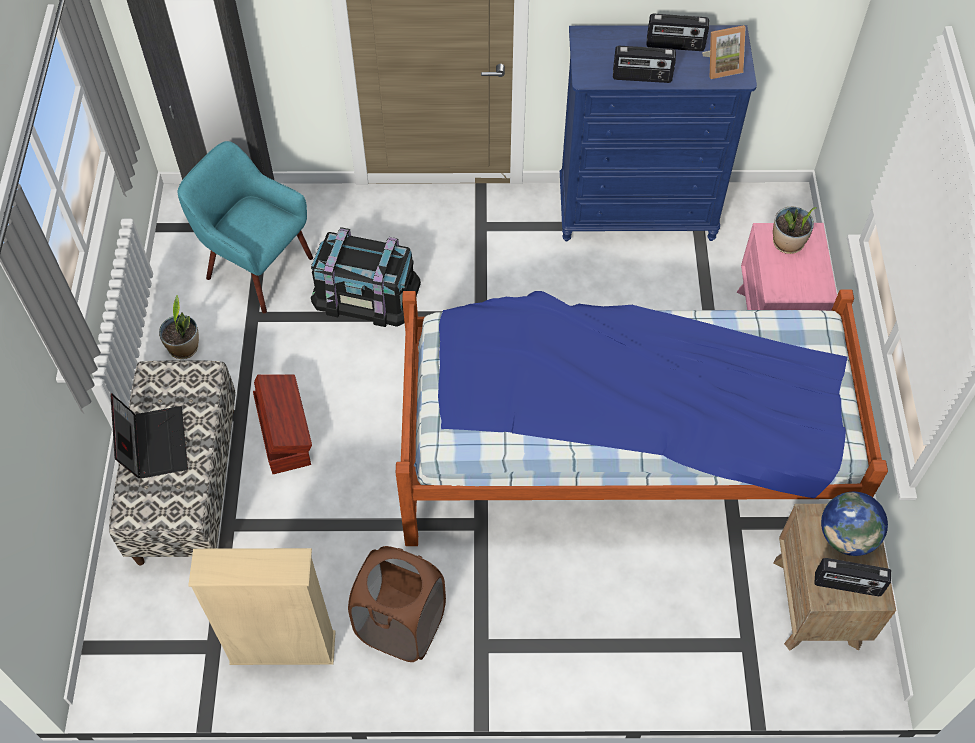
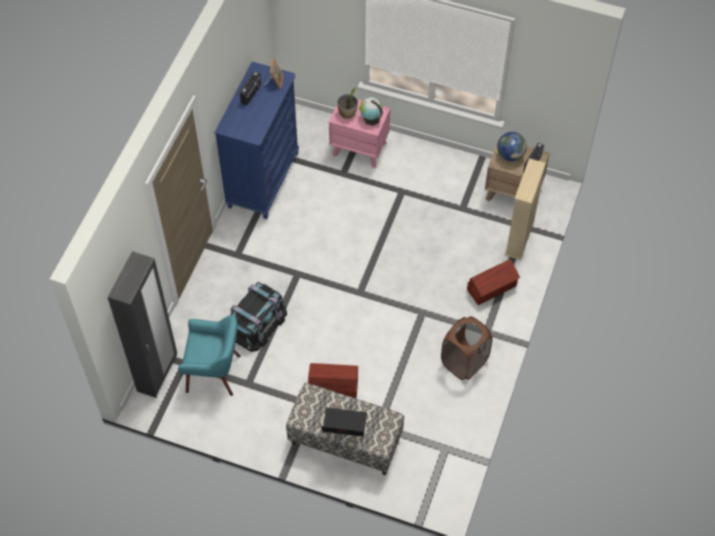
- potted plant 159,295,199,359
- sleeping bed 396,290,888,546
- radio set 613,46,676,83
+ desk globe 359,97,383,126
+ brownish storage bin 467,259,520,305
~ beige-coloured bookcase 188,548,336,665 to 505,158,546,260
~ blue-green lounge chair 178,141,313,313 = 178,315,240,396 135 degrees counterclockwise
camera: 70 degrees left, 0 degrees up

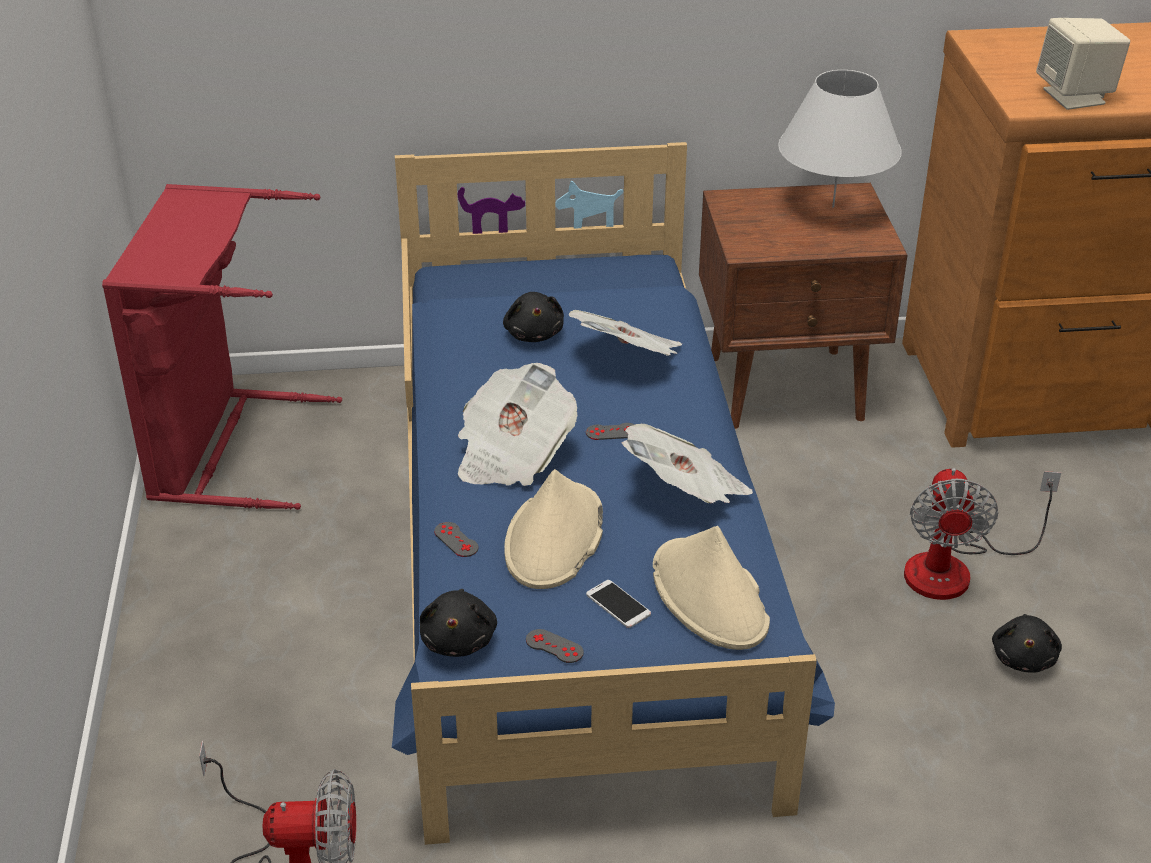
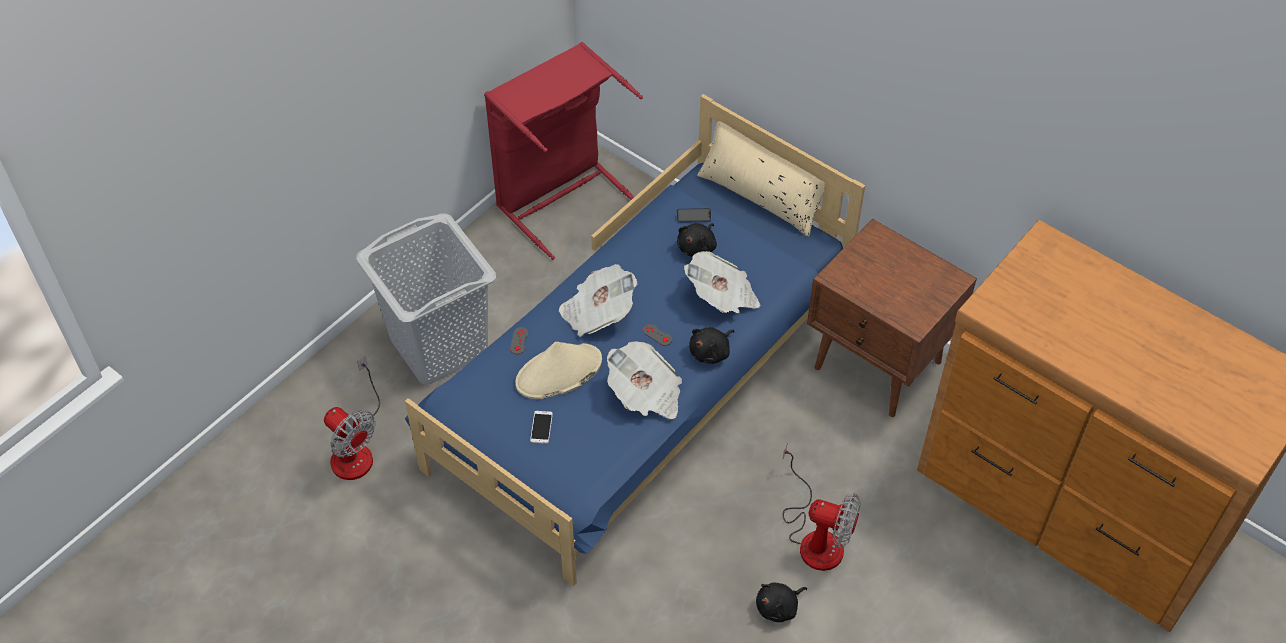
- greyish joypad 526,629,584,663
- beige-coloured hat 653,526,770,650
- whitish lamp for a table 778,70,902,208
- beige-coloured loudspeaker 1036,18,1130,110
+ greyish laundry basket 356,213,496,385
+ handset 677,208,711,223
+ beige-coloured cushion 697,121,825,237
~ blackish soft toy 420,589,497,657 to 689,327,735,364
~ fan 904,468,1061,600 = 782,443,861,571 120 degrees counterclockwise
camera: 45 degrees right, 15 degrees up

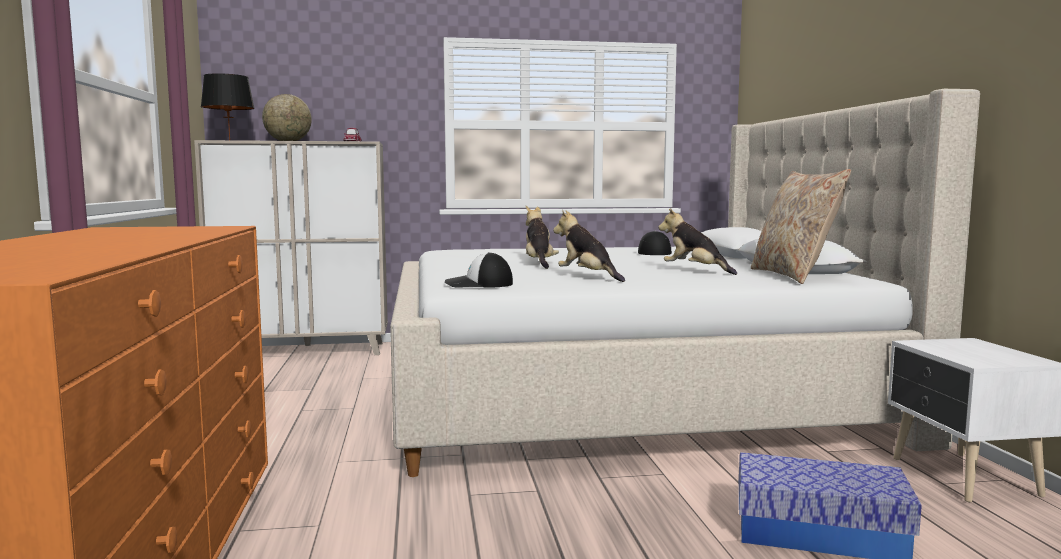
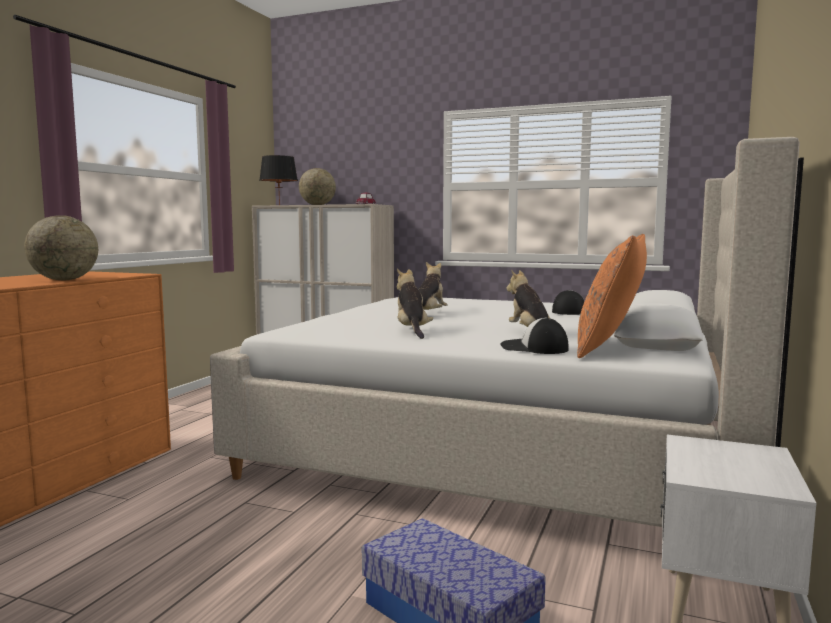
+ desk globe 24,215,98,280
~ cap 445,252,513,288 to 500,317,568,354
~ beige-coloured cushion 751,169,851,284 to orange cushion 577,234,647,358
camera: 30 degrees right, 0 degrees up

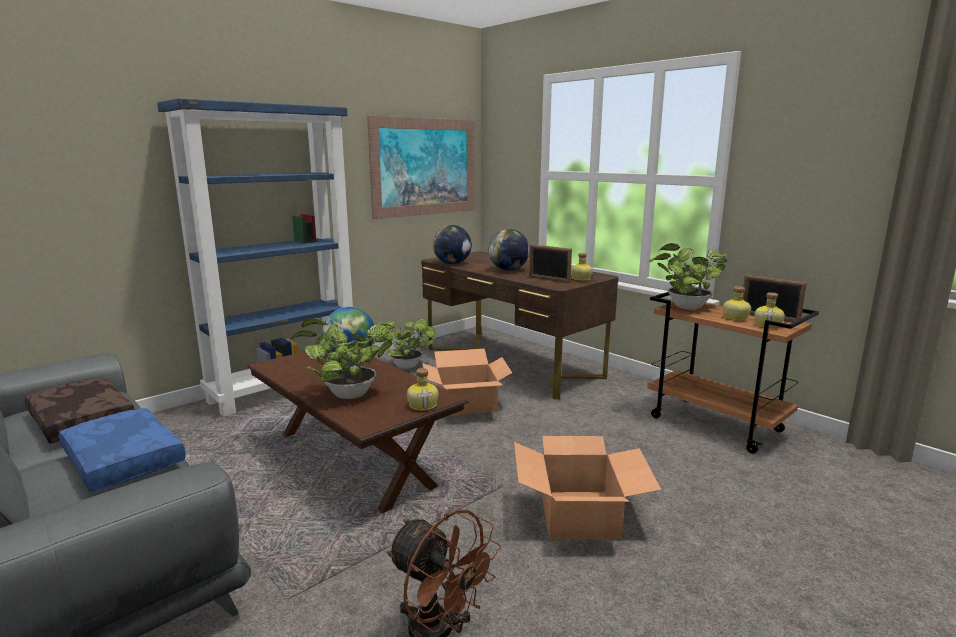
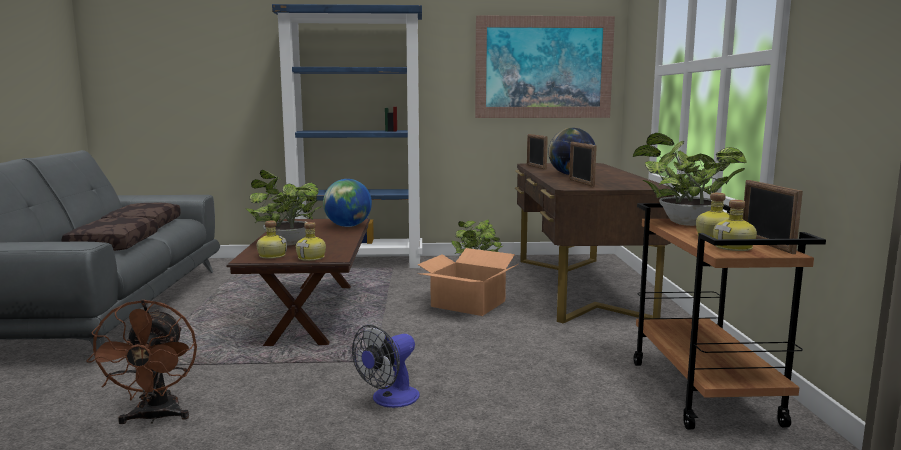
~ beverage bottle 571,253,593,281 to 257,221,287,259
~ desk globe 433,225,472,264 to photo frame 527,134,548,170
~ carton 514,436,661,539 to fan 352,325,420,408
~ bluish cushion 59,408,186,492 to brownish cushion 61,217,158,251
camera: 40 degrees right, 5 degrees down

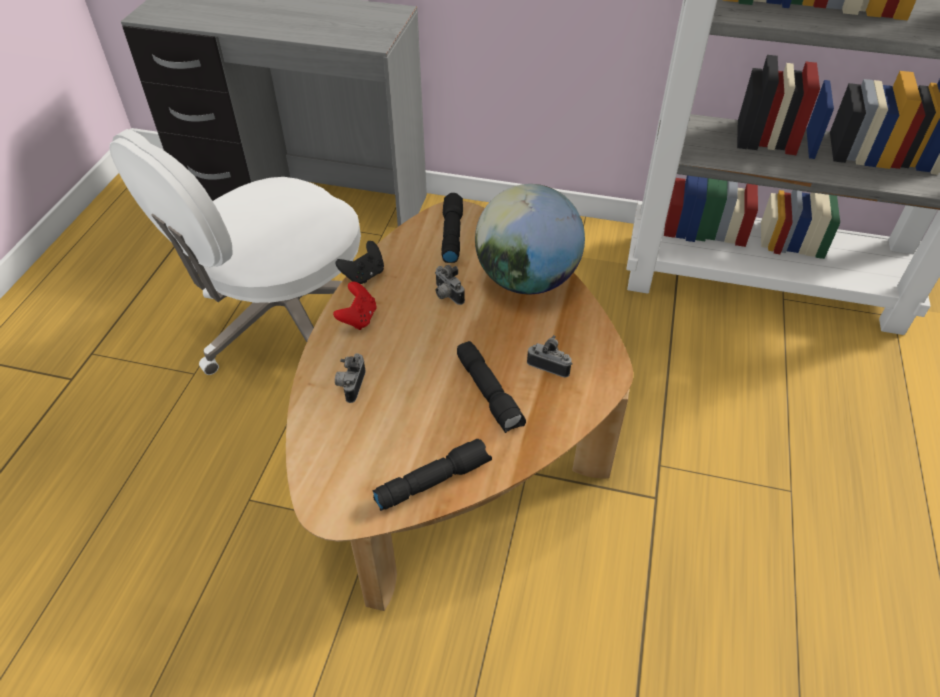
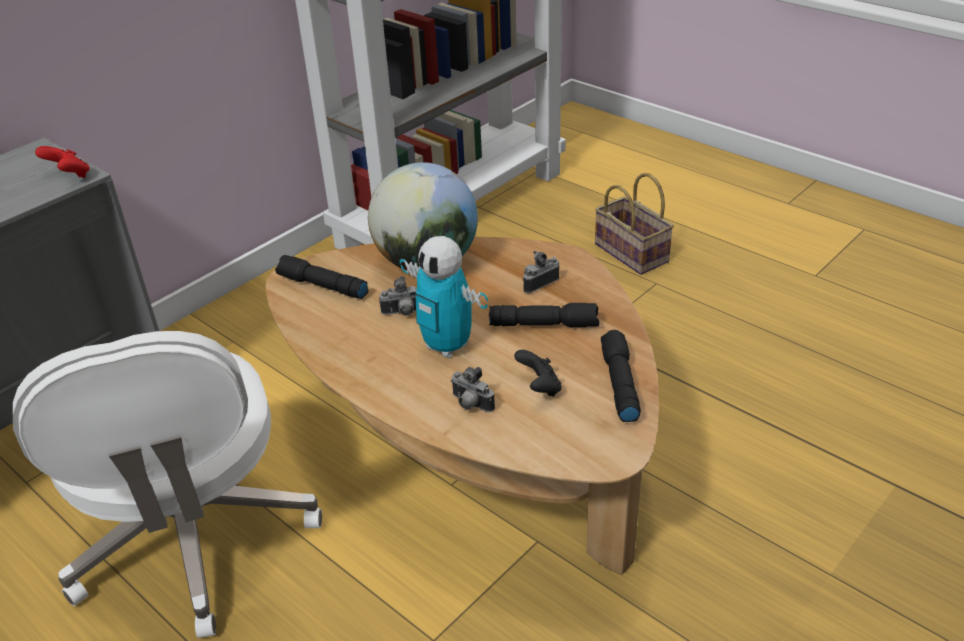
+ model robot 400,236,488,358
+ household basket 595,173,674,275
~ red-coloured joypad 333,281,376,330 to 35,146,90,178
~ blackish joypad 335,241,384,284 to 514,350,562,397
camera: 60 degrees left, 10 degrees down

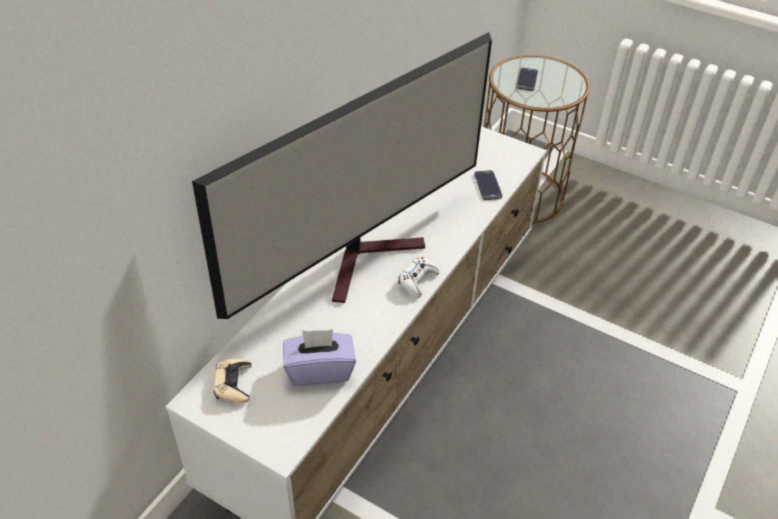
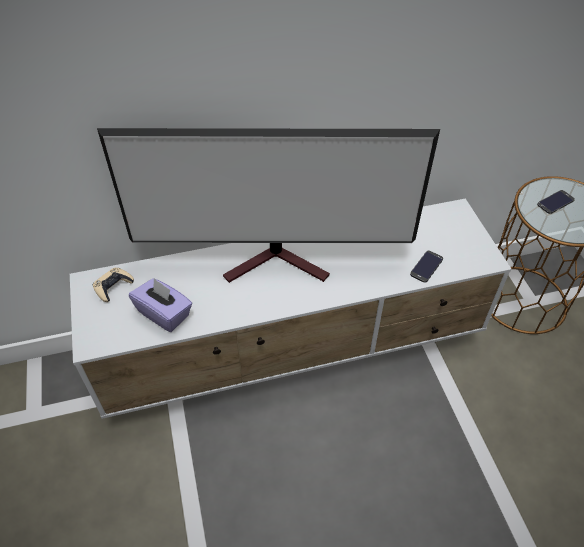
- whitish joypad 398,257,439,298
camera: 45 degrees right, 5 degrees up

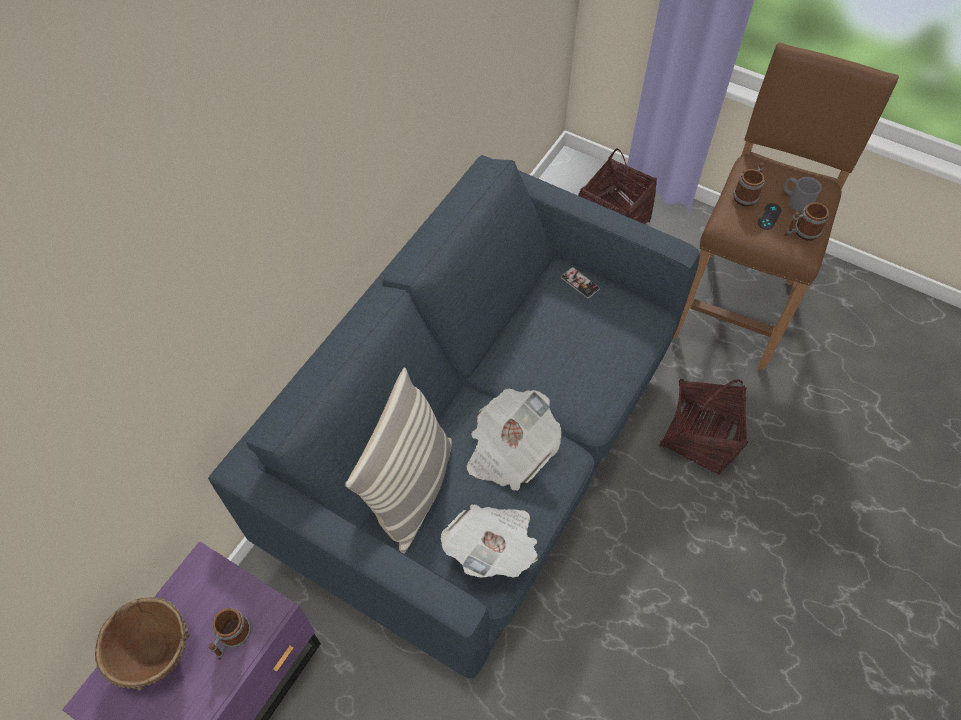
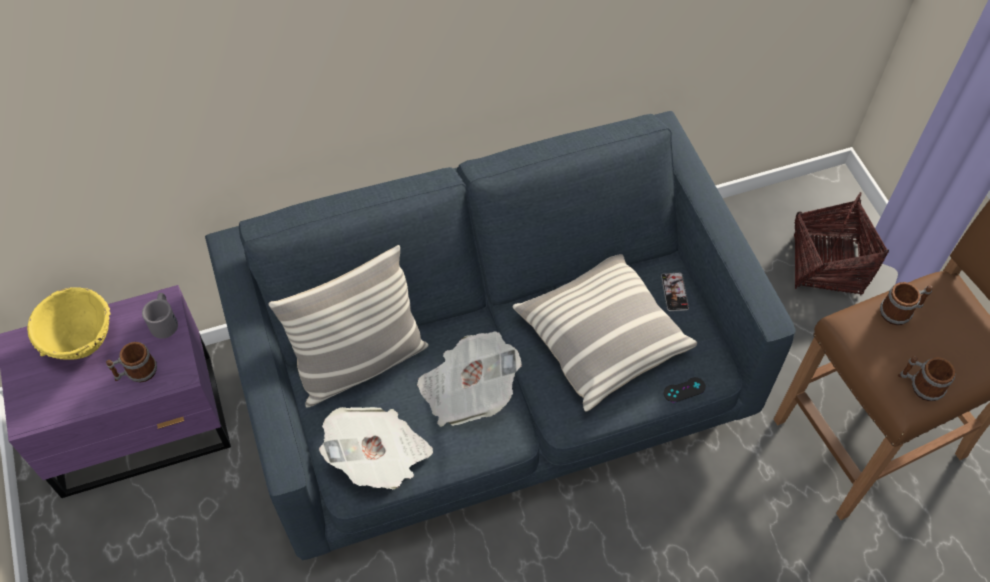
- household basket 659,379,748,475
+ cushion 513,254,697,412
~ blackish joypad 758,203,782,230 to 664,377,706,402
~ greyish tea mug 784,177,822,213 to 142,293,178,339
~ brownish deep dish 95,597,189,691 to yellowish deep dish 27,287,110,360
camera: 40 degrees right, 0 degrees up

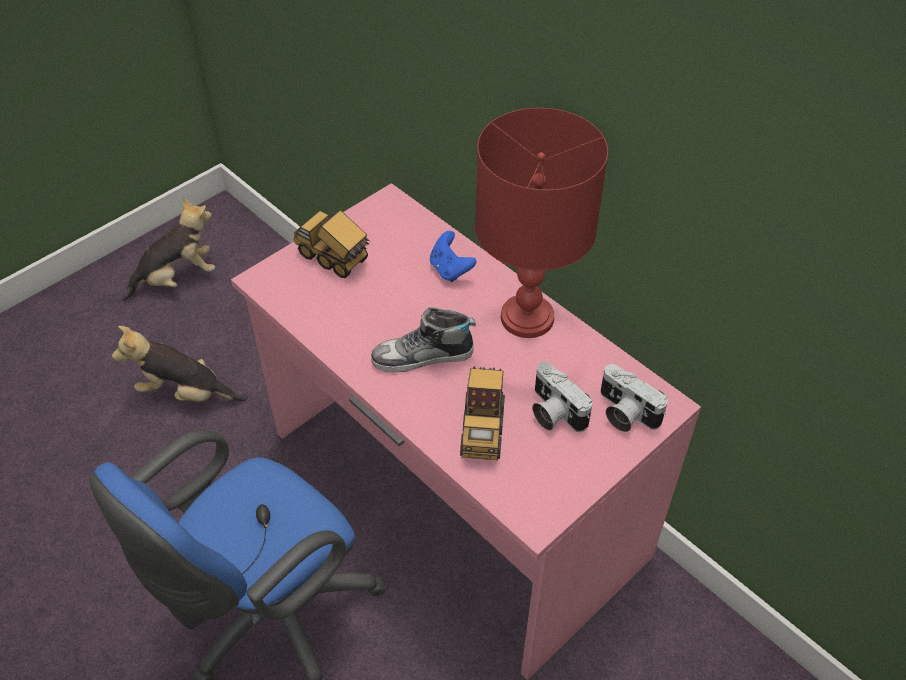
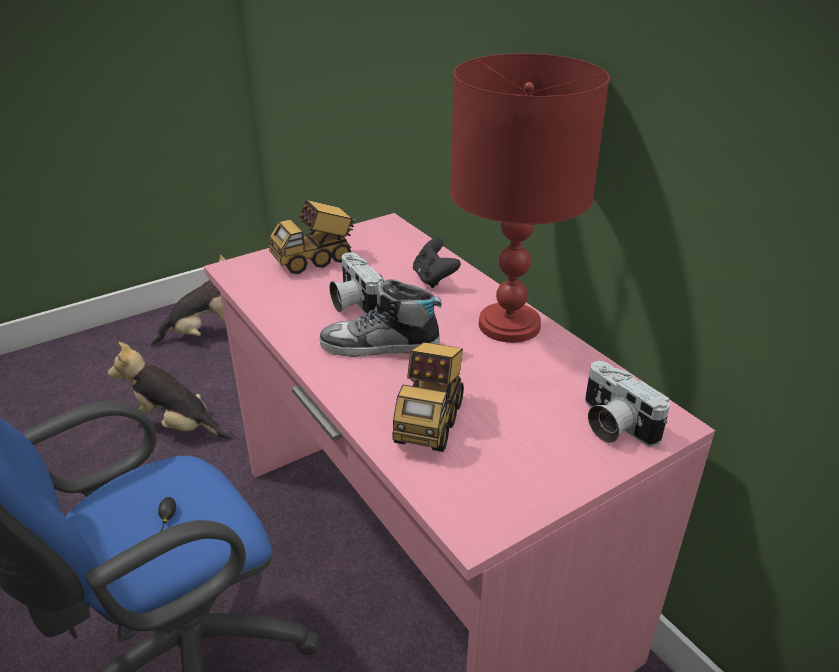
~ photo camera 532,362,592,432 to 330,252,384,314
~ bluish joypad 430,231,476,282 to blackish joypad 413,238,461,288
~ model truck 294,209,370,278 = 269,199,356,274 75 degrees counterclockwise
camera: 10 degrees right, 15 degrees down

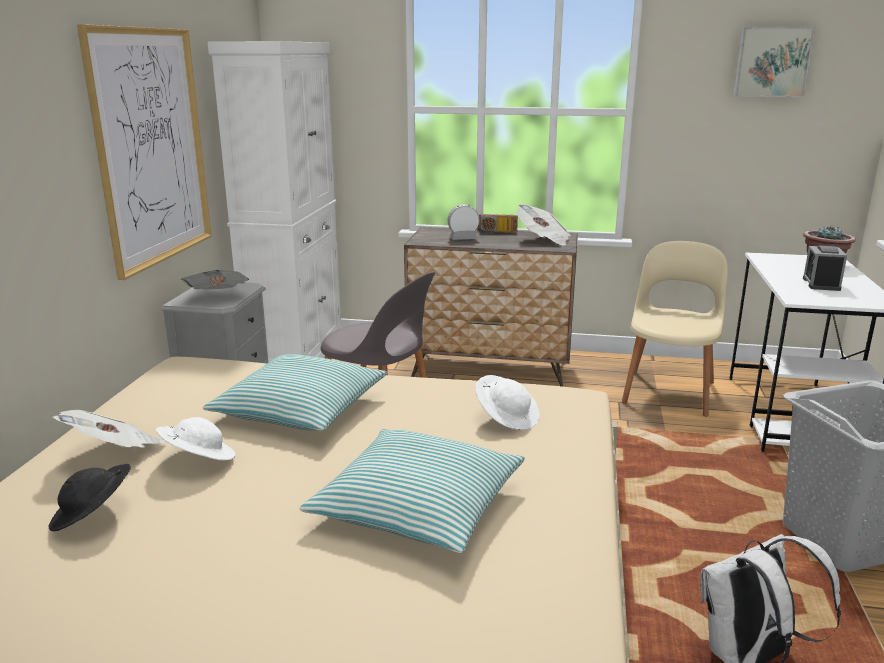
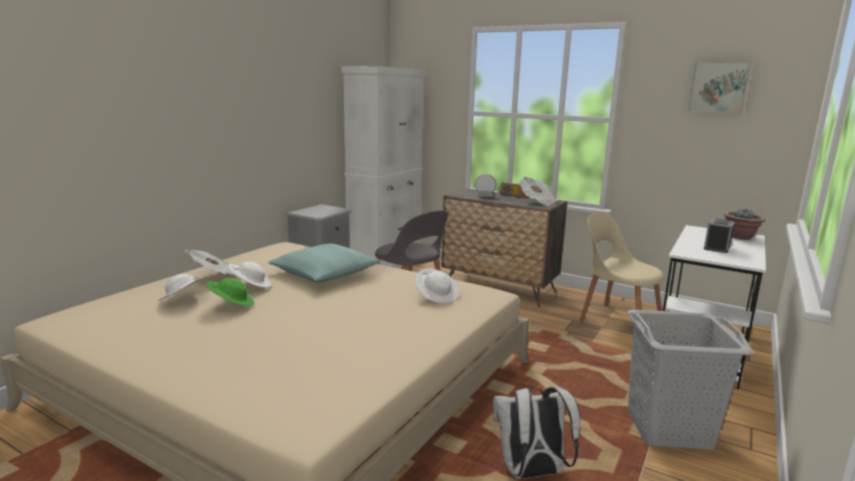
- picture 77,24,212,280
- newspaper 180,270,249,289
- cushion 299,429,525,553
+ green hat 207,278,254,306
~ blackish hat 48,464,131,531 to whitish hat 158,274,205,301
~ beige-coloured upright chair 622,241,728,417 = 580,212,664,322 90 degrees counterclockwise
camera: 20 degrees right, 5 degrees down

